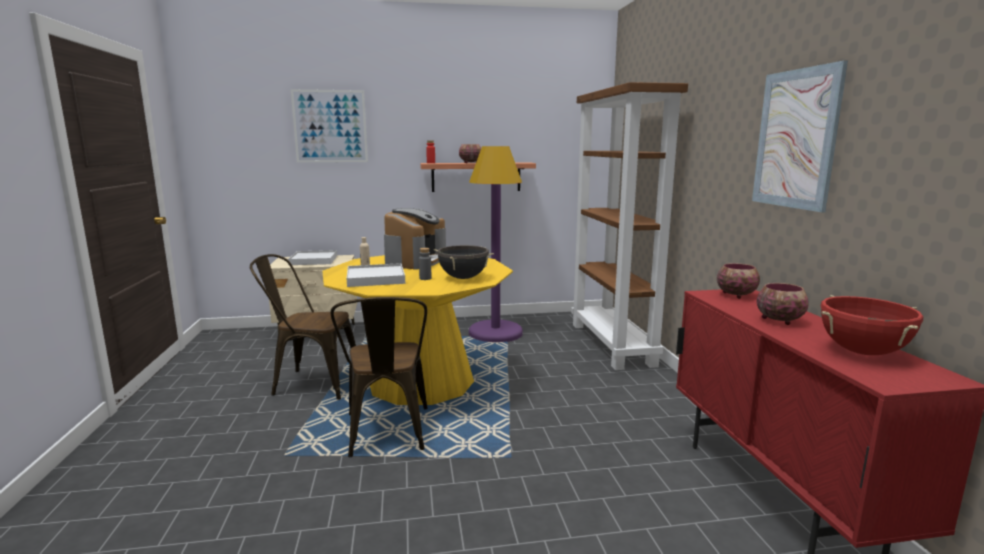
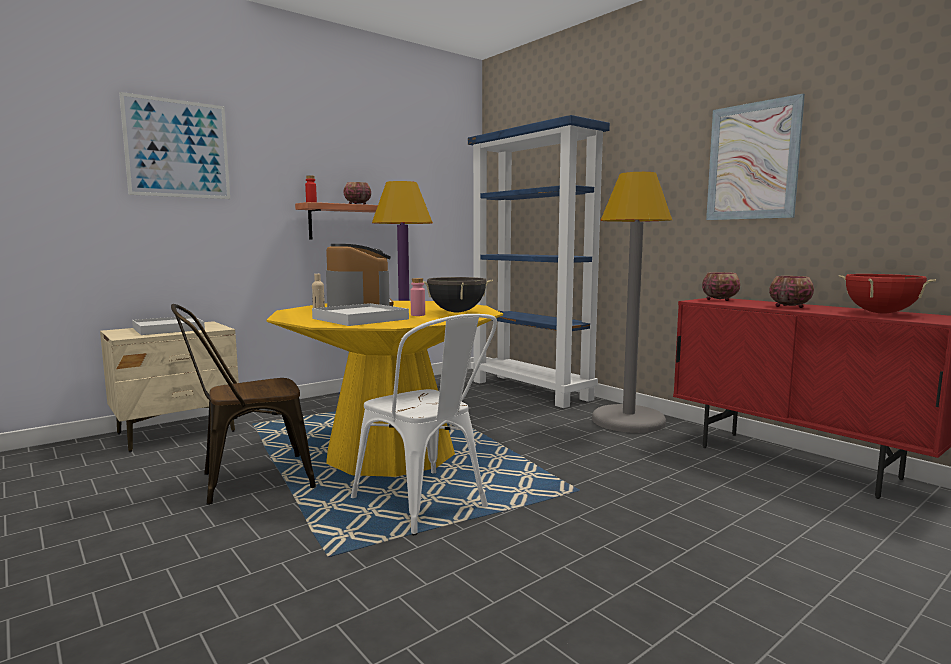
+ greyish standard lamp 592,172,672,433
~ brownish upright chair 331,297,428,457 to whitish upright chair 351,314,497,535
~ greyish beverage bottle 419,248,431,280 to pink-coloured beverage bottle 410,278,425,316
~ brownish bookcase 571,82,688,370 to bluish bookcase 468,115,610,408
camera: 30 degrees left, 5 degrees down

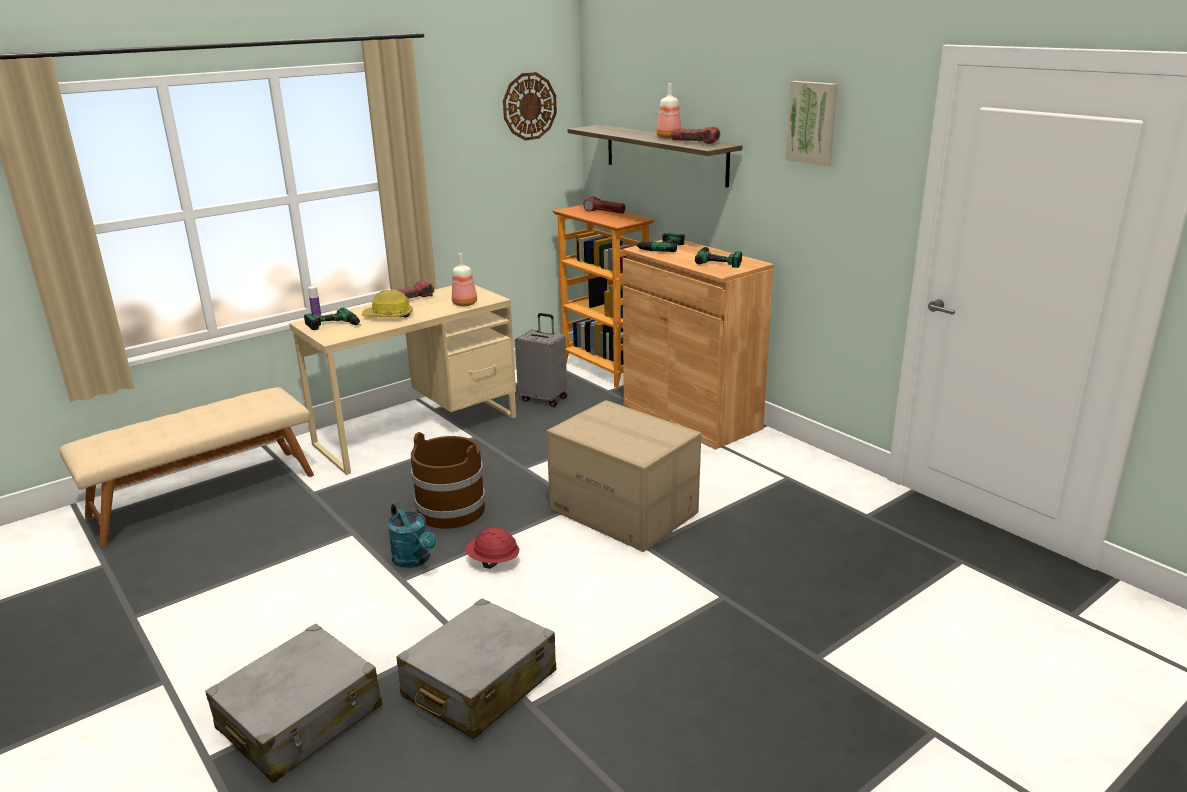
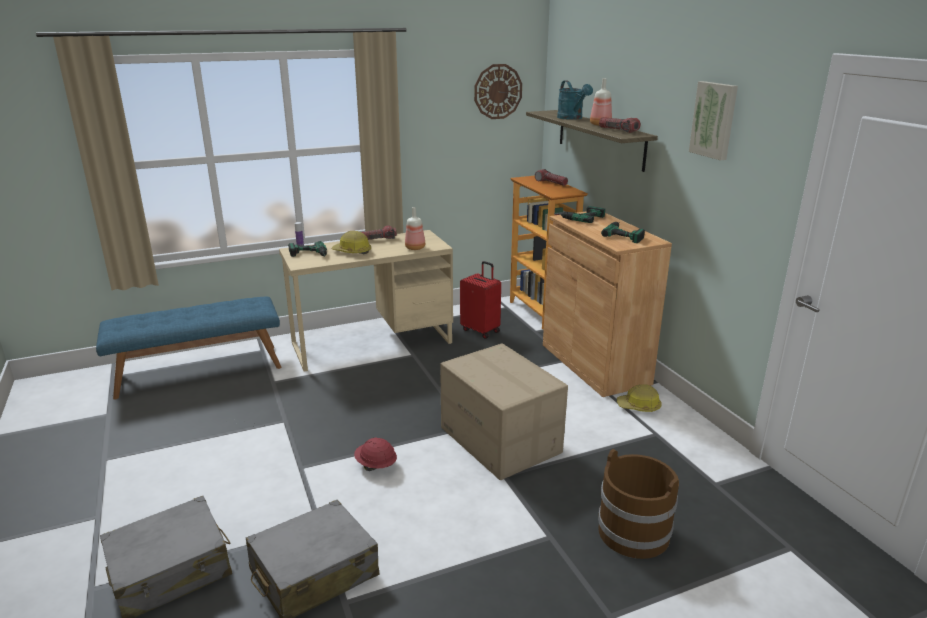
+ safety helmet 617,384,662,412
~ blue-green watering can 387,503,437,568 to 557,81,593,120
~ brownish bucket 411,432,485,529 to 598,449,679,559
~ beige-coloured bench 59,387,314,546 to bluish bench 96,296,281,399
~ greyish suitcase 515,313,567,407 to red-coloured suitcase 460,261,501,339
camera: 15 degrees right, 0 degrees up

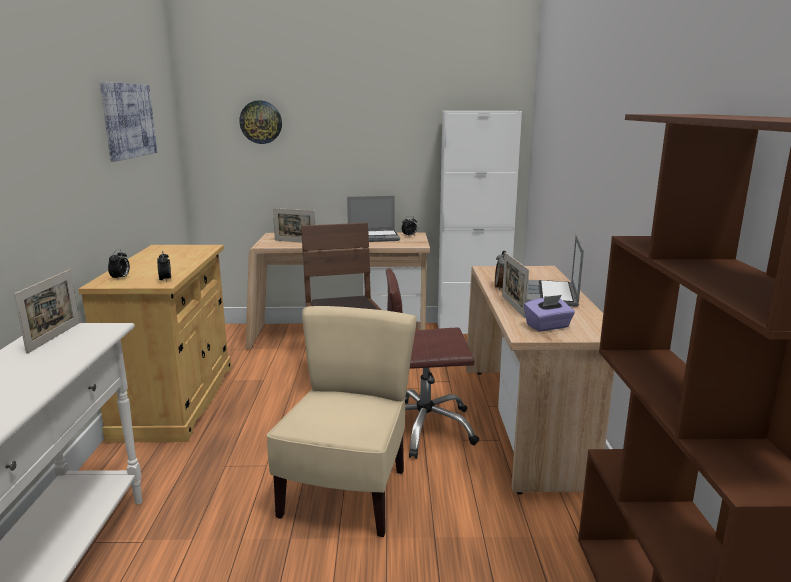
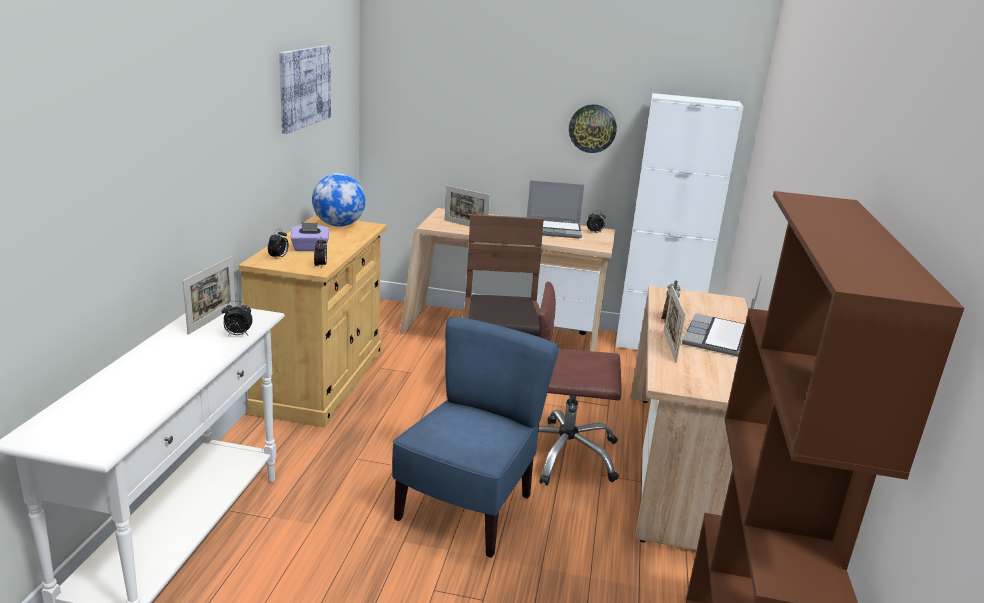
+ bedside clock 221,301,253,335
+ desk globe 312,173,366,227
~ hanging clock 239,101,282,144 to 569,104,617,153
~ purple-coloured box of tissues 524,295,575,332 to 291,222,329,251
~ beige-coloured upright chair 267,306,417,537 to bluish upright chair 392,317,559,558
camera: 10 degrees right, 5 degrees up

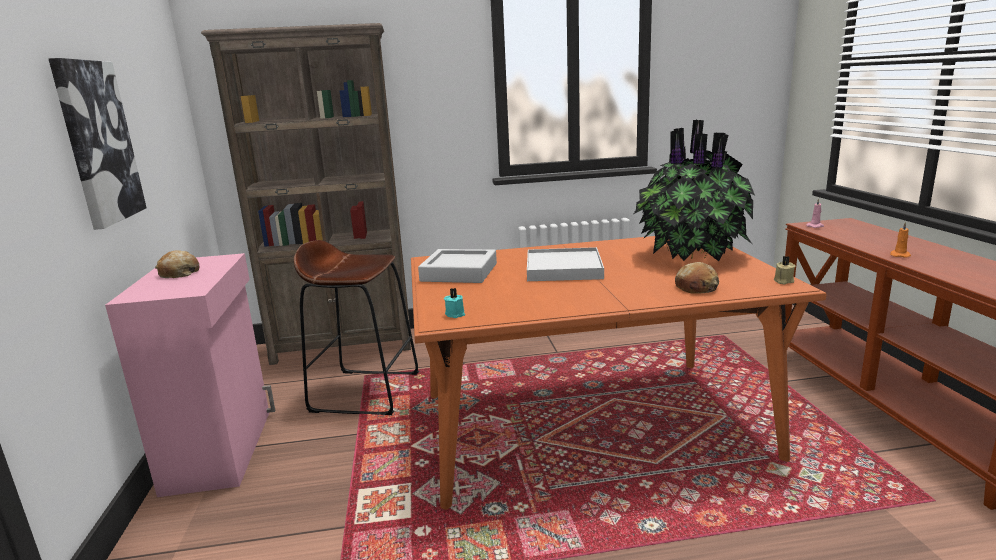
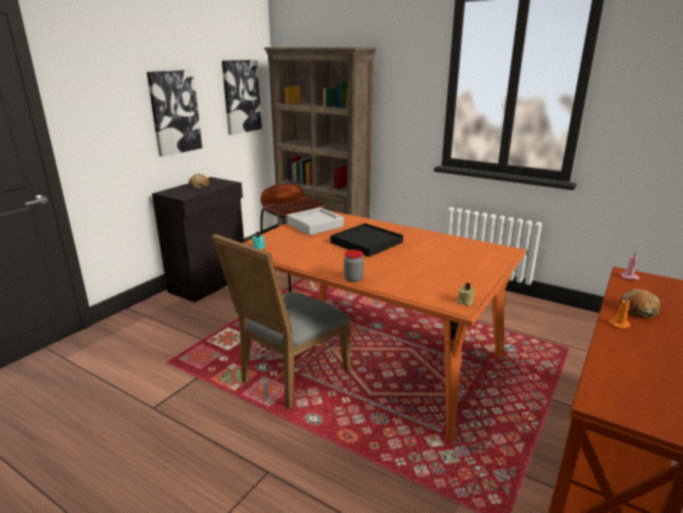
- potted plant 634,120,755,261
+ greyish upright chair 212,234,351,409
+ picture 222,60,262,135
+ preserve jar 344,250,364,282
~ baked bread 675,262,719,294 to 620,289,661,318
~ pink-coloured cupboard 105,253,275,497 to blackish cupboard 152,177,244,302
~ whitish carrying tray 527,247,604,281 to blackish carrying tray 330,223,403,257
camera: 40 degrees right, 5 degrees up

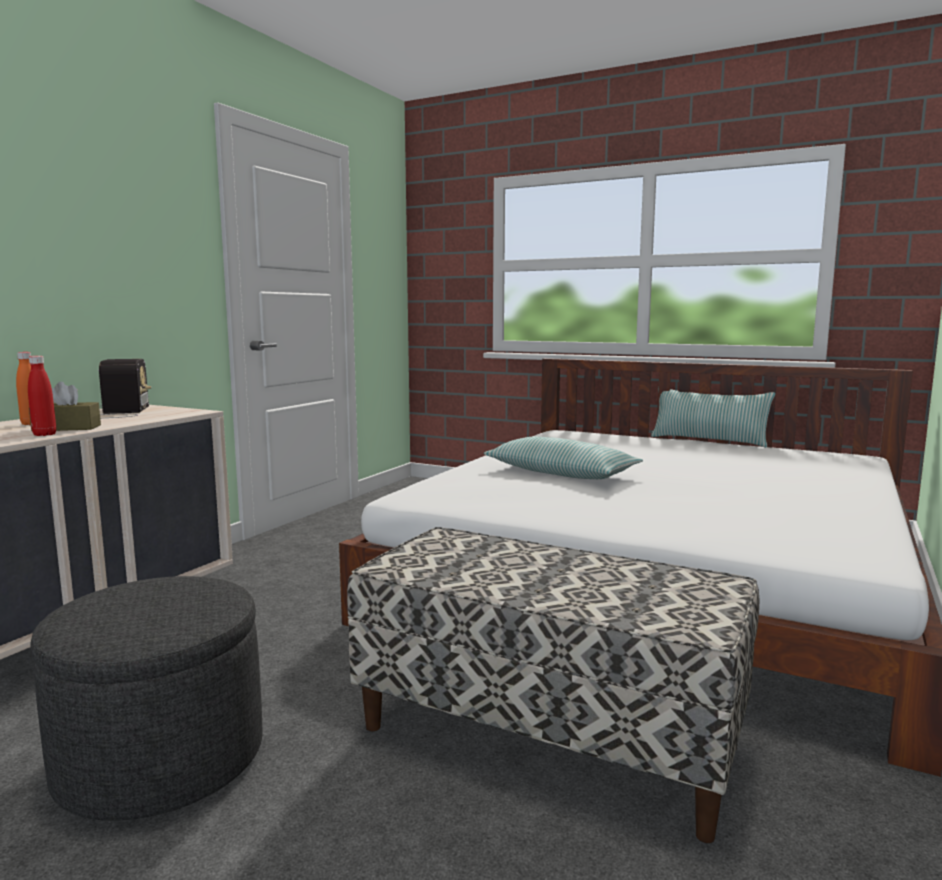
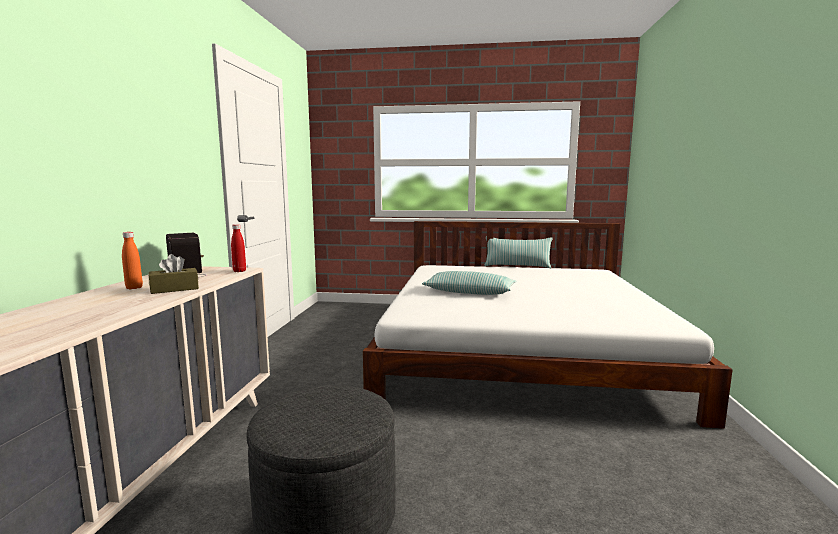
- bench 347,527,759,843
~ red-coloured beverage bottle 28,356,56,436 to 231,224,246,272
camera: 20 degrees left, 0 degrees up

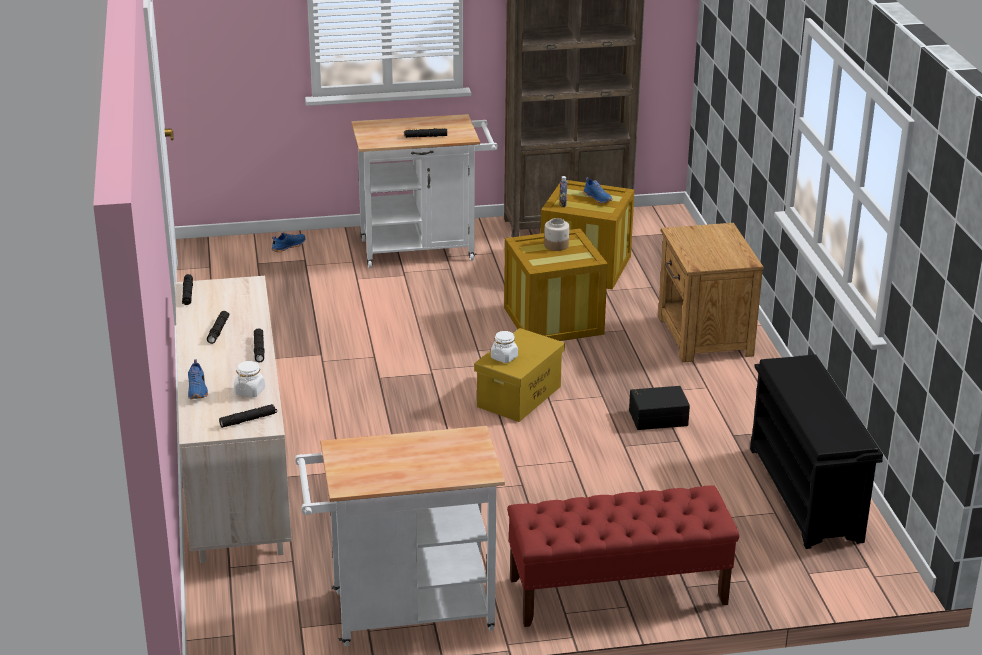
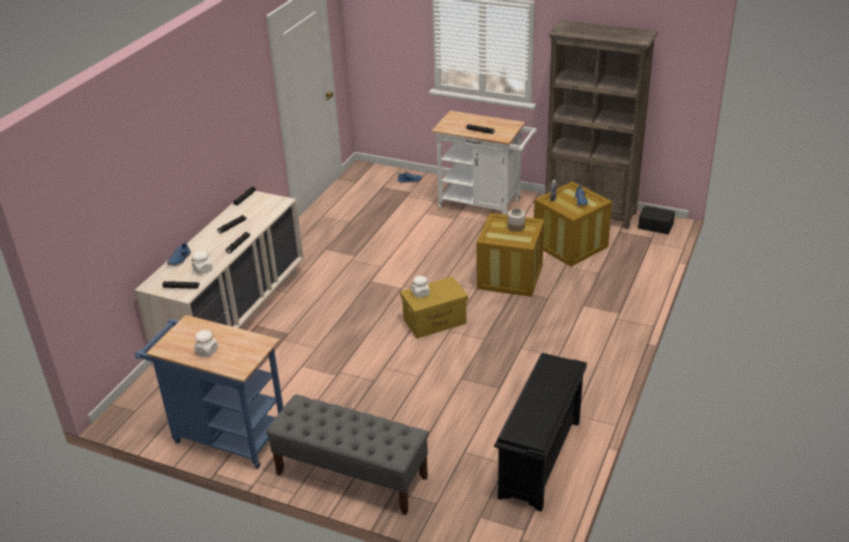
- brownish nightstand 658,223,764,362
+ whitish preserve jar 194,330,218,357
~ blackish storage bin 629,386,690,430 to 638,206,675,234
~ whitish wheeled cart 295,426,505,646 to bluish wheeled cart 135,315,283,469
~ red-coloured bench 507,485,739,627 to greyish bench 266,394,429,515
camera: 35 degrees right, 5 degrees up

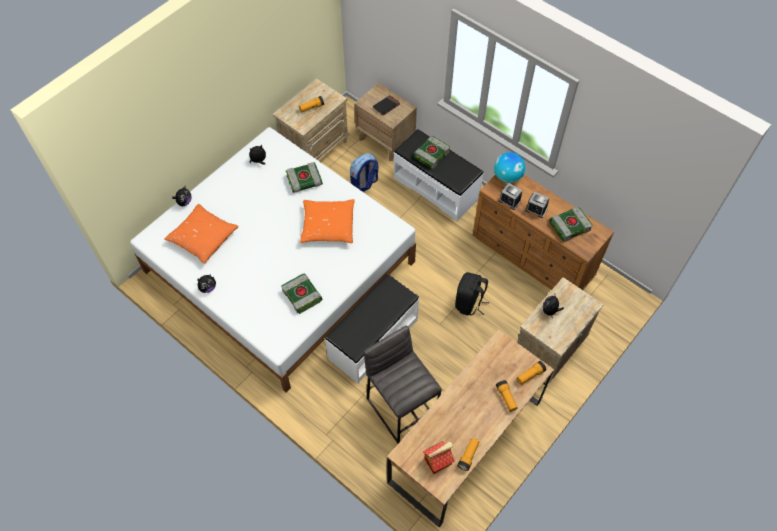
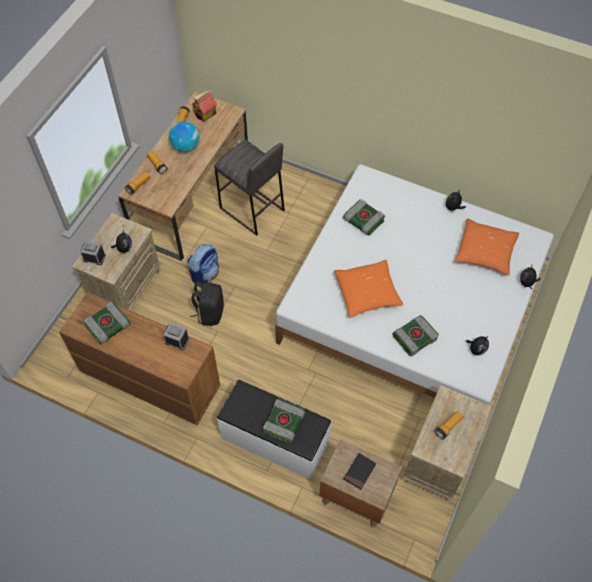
- whitish bench 325,274,419,383
~ rucksack 350,153,378,192 to 187,244,219,287
~ desk globe 494,152,525,183 to 169,121,200,152
~ bedside clock 525,192,549,218 to 80,241,106,265
camera: 165 degrees right, 0 degrees up

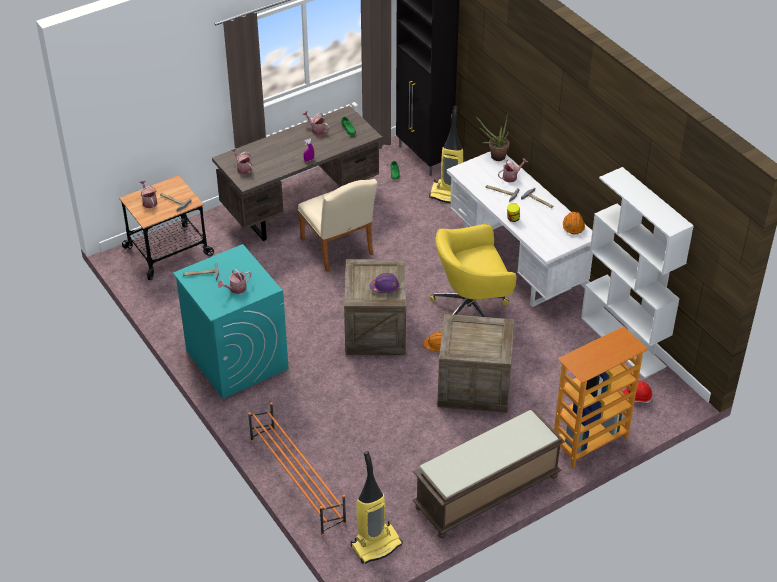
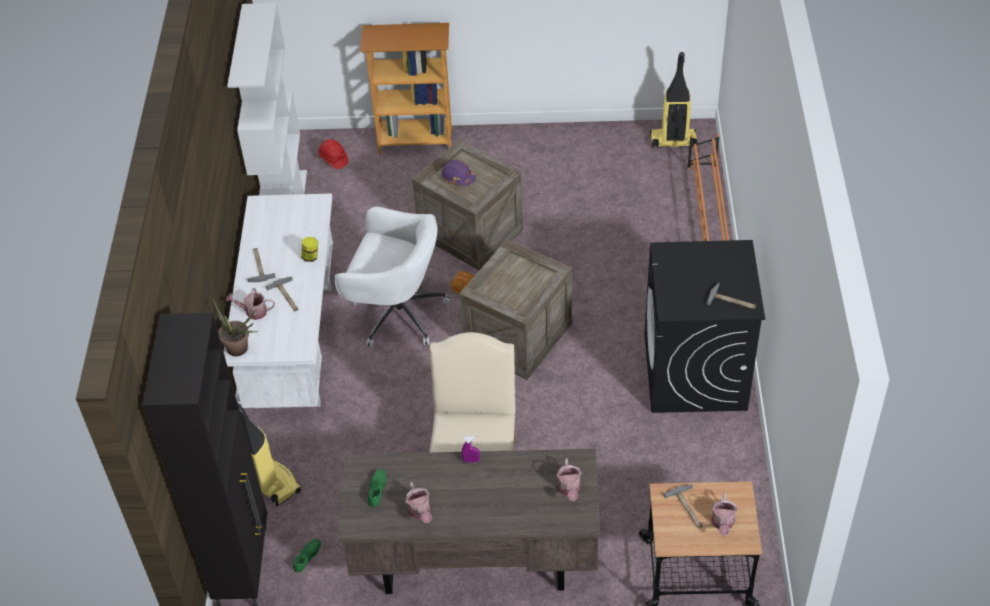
- watering can 218,269,251,294
- brownish bench 413,410,565,538
- orange safety helmet 563,212,585,234
~ purple-coloured safety helmet 370,273,400,293 to 441,159,476,186
~ blue-green laundry machine 173,244,289,399 to blackish laundry machine 644,240,765,413
~ yellowish desk chair 430,224,517,330 to whitish desk chair 334,207,450,348
camera: 145 degrees left, 5 degrees up

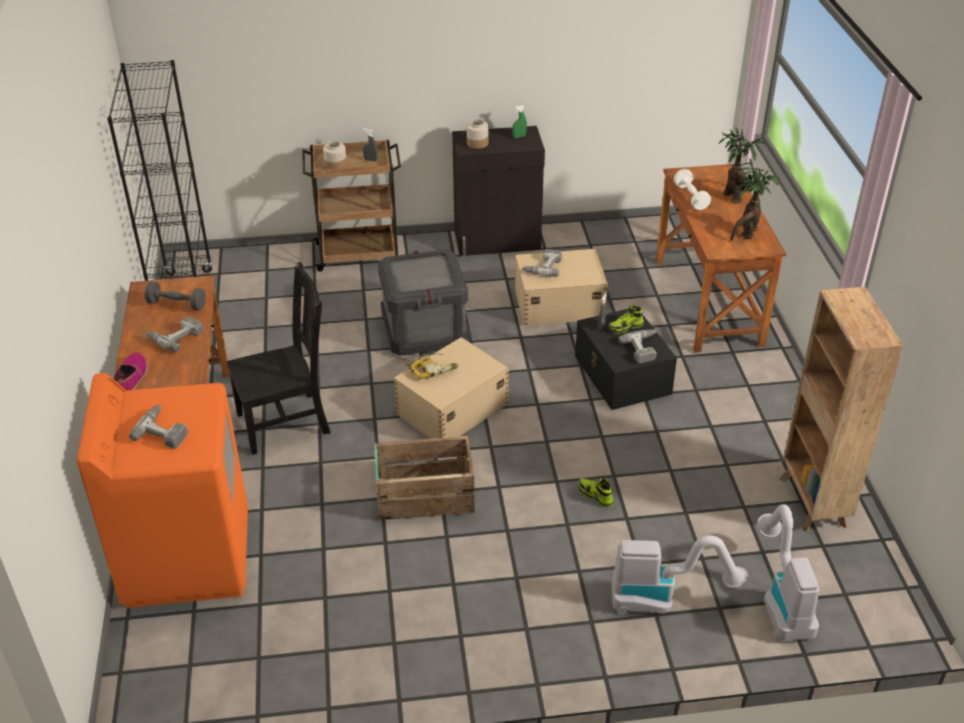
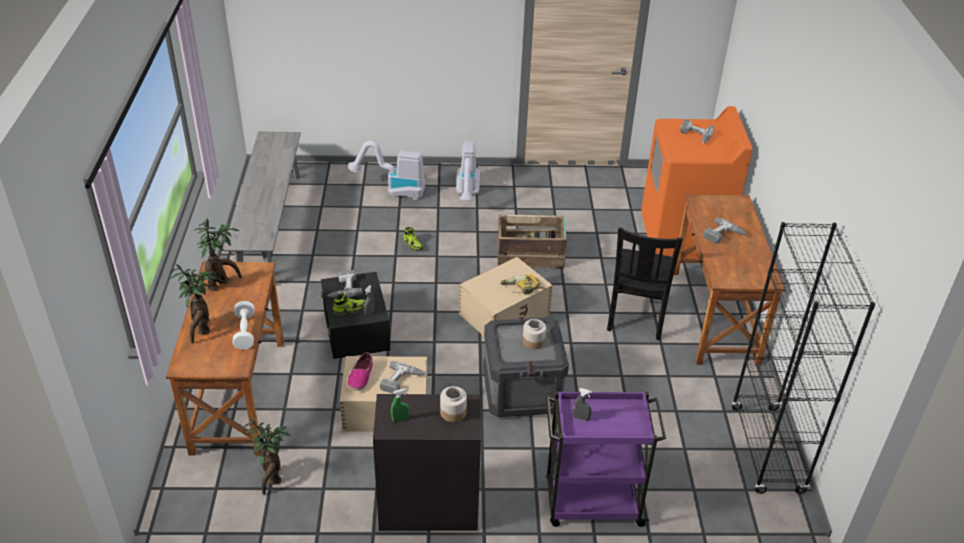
- greyish free weight 144,282,206,311
+ potted plant 244,418,291,495
~ item of footwear 113,353,148,391 to 347,352,373,390
~ preserve jar 323,141,347,169 to 523,319,546,349
~ vacuum 757,504,819,641 to 456,141,480,200
~ brownish bookcase 779,287,903,532 to greyish bench 224,131,301,285
~ brownish wheeled cart 302,140,401,272 to purple-coloured wheeled cart 546,391,666,527
~ blackish upright chair 227,262,331,455 = 607,227,683,340 60 degrees counterclockwise
camera: 175 degrees left, 0 degrees up

